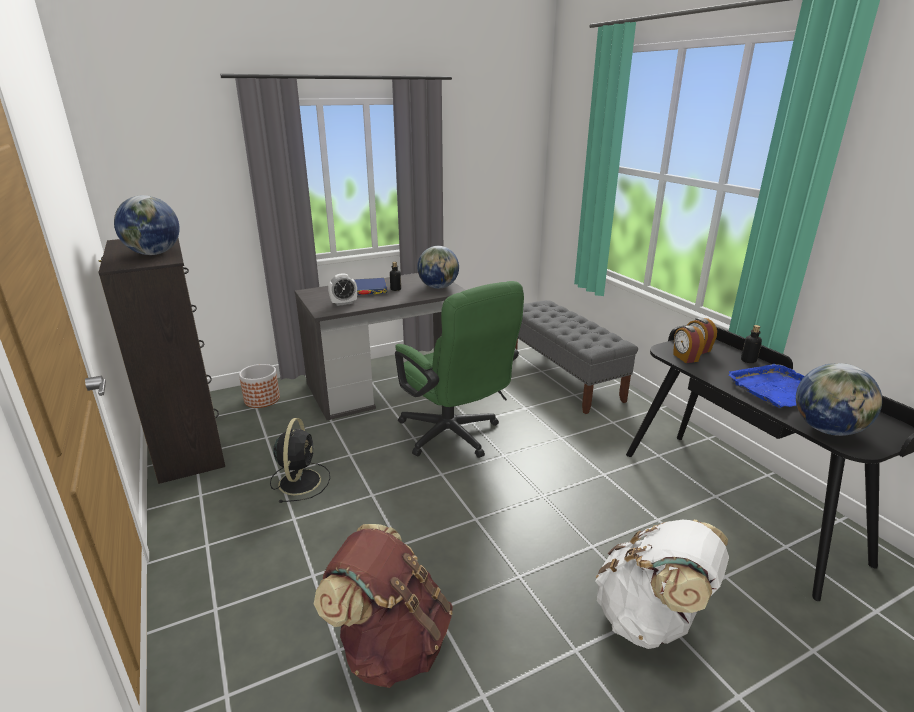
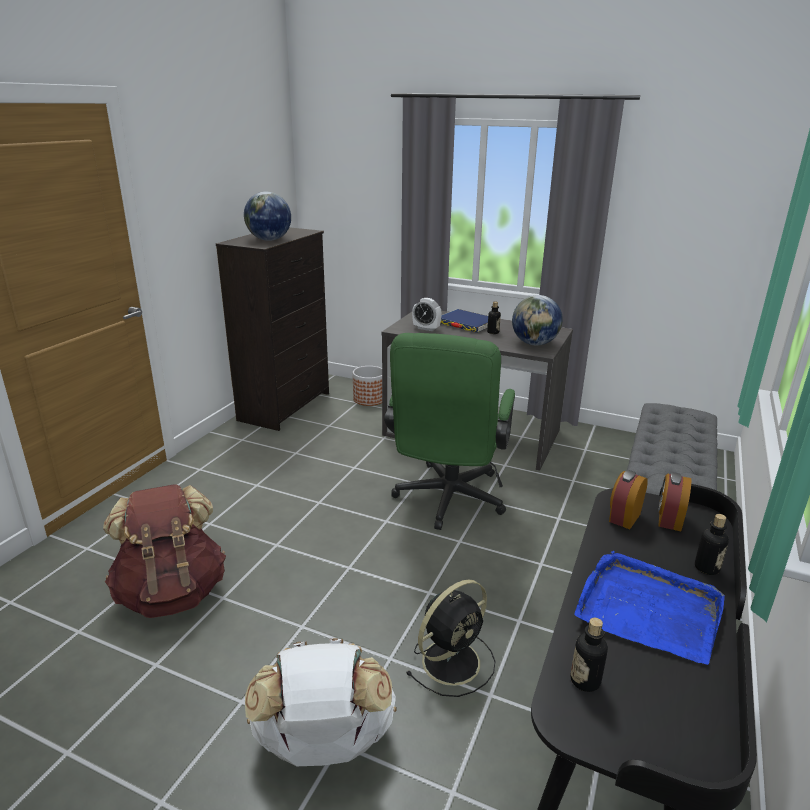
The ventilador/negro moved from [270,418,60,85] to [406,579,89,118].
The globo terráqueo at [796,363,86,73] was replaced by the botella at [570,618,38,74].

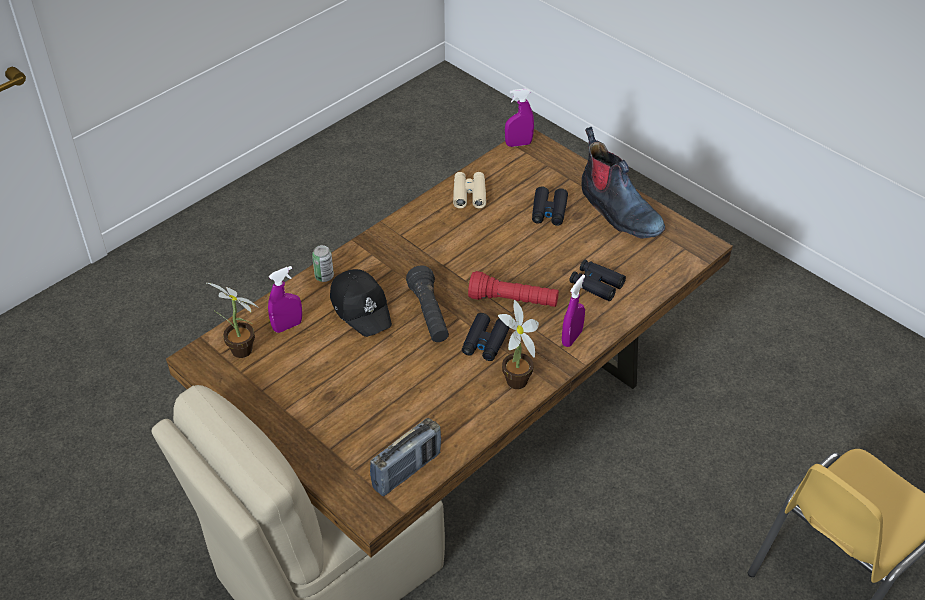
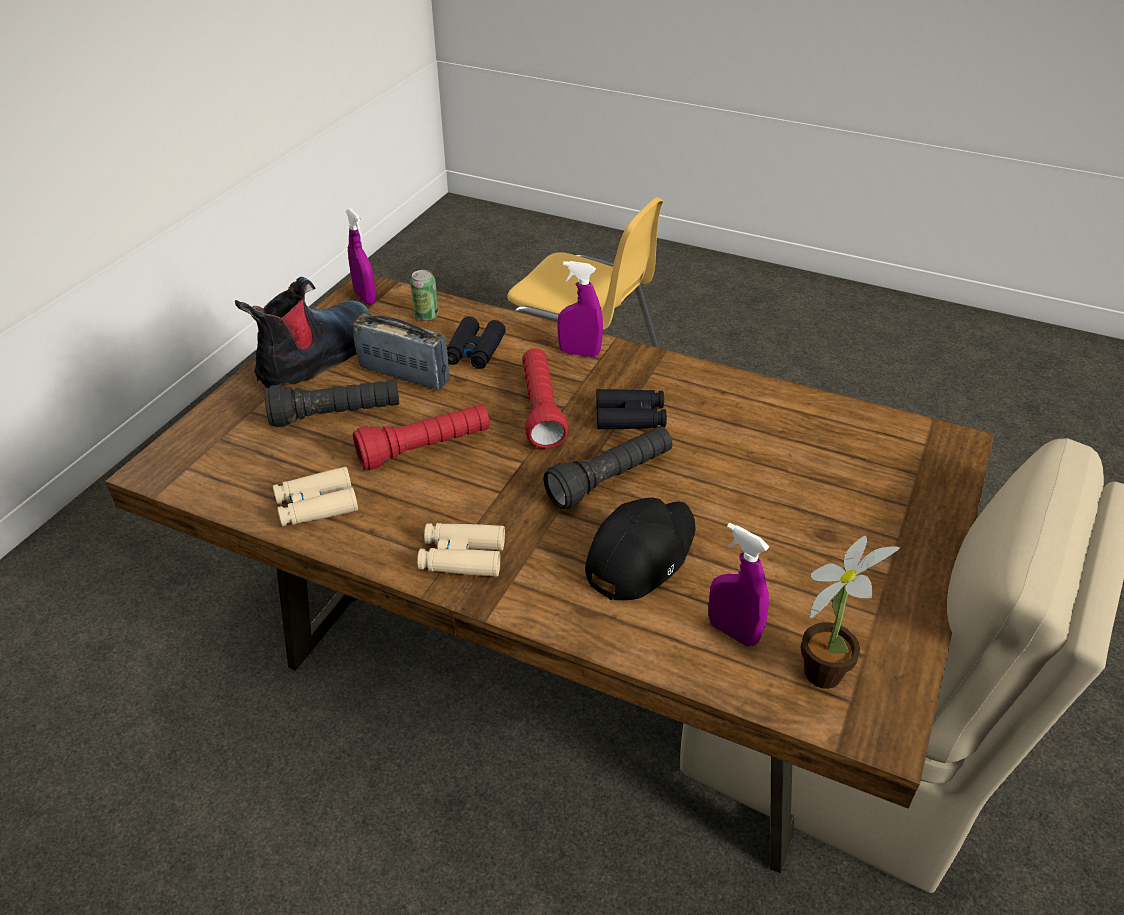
The planta en maceta at [498,300,41,89] disappeared.
The linterna/rojo at [353,404,137,66] appeared.
The prismáticos/beis at [417,523,88,54] appeared.
The lata moved from [312,245,22,37] to [410,270,28,51].
The radio moved from [370,418,71,78] to [353,313,96,77].
The pulverizador/morado moved from [505,88,29,59] to [346,208,30,96].
The prismáticos/negro at [532,186,36,40] was replaced by the linterna/negro at [265,380,134,47].

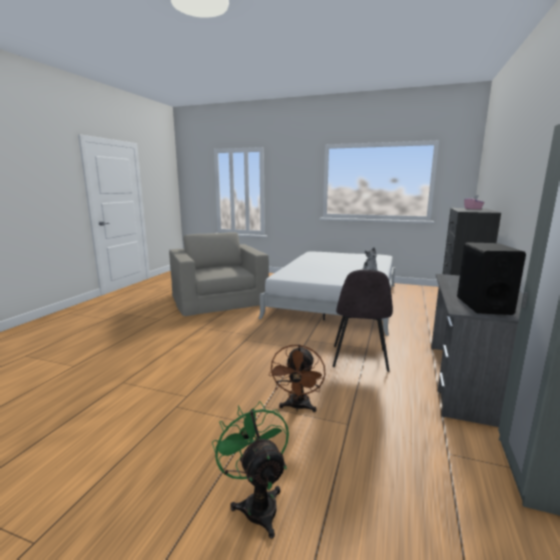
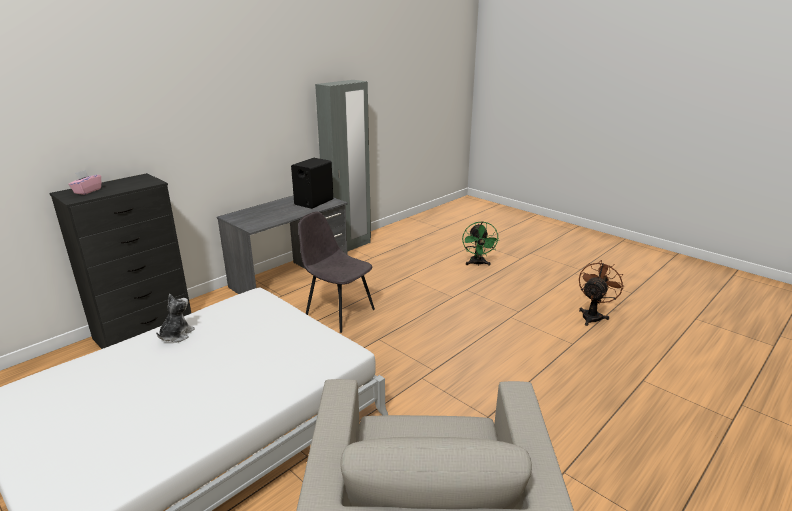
The ventilador/marrón moved from [269,344,57,68] to [579,260,45,66].
The silla/gris at [333,270,60,102] turned 90 degrees counterclockwise.

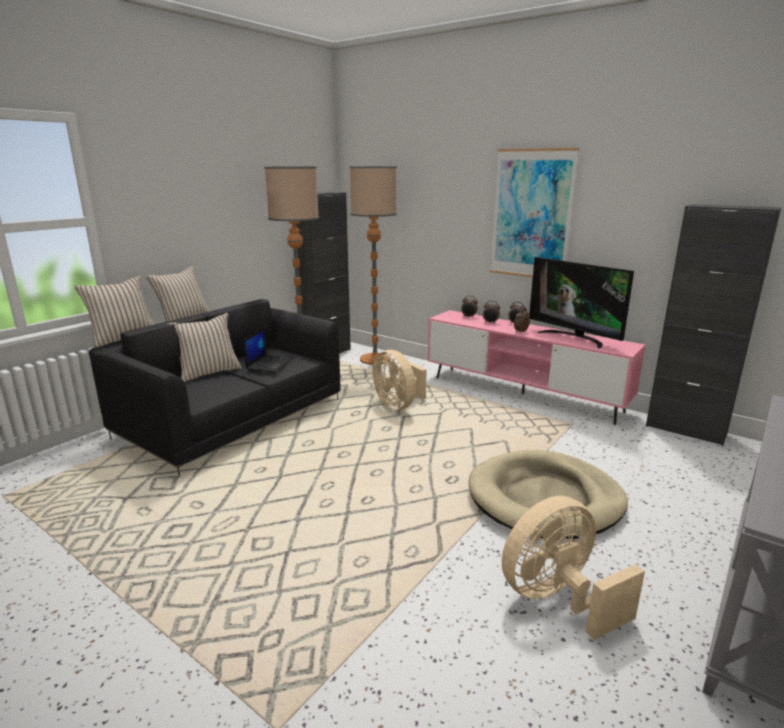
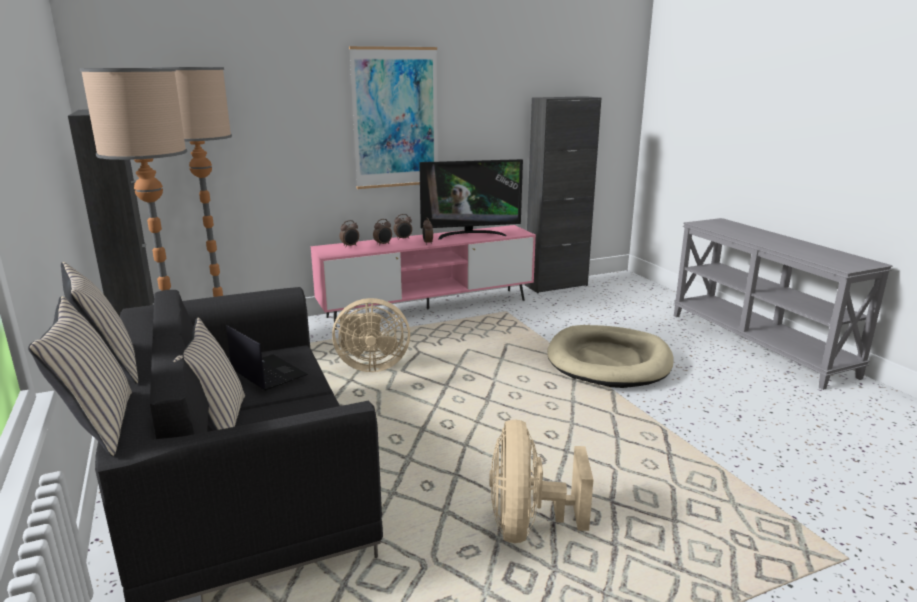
The ventilador/beis moved from [502,496,143,144] to [489,419,105,124].

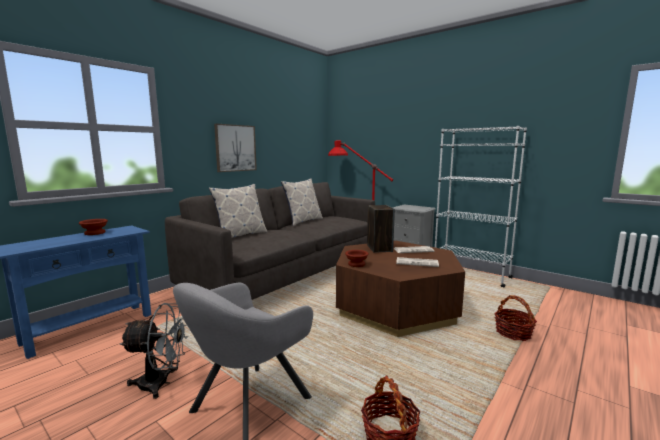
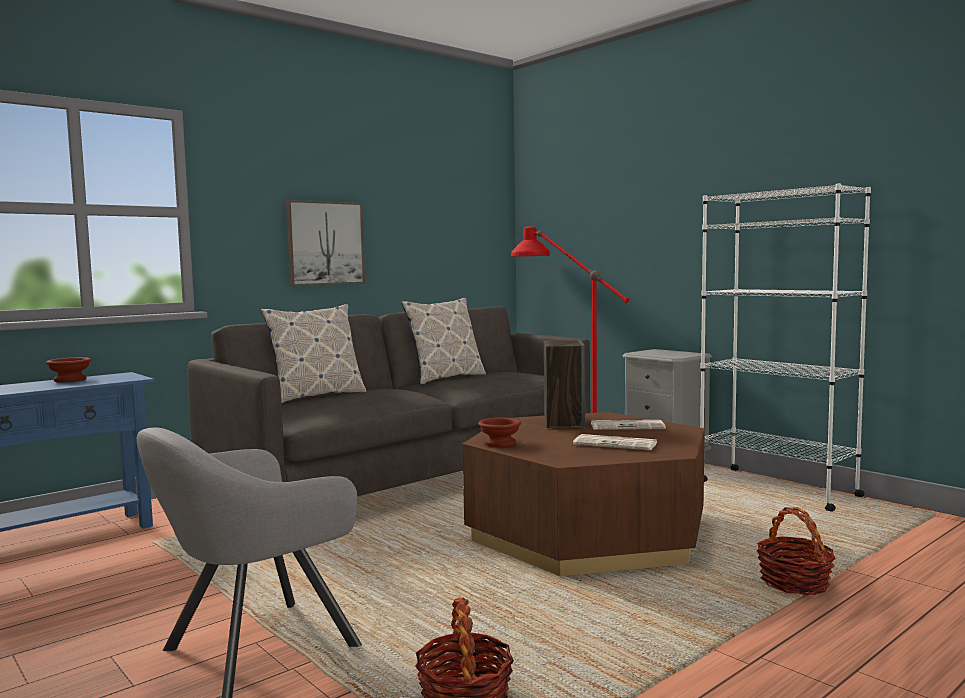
The ventilador/gris at [120,303,69,96] disappeared.

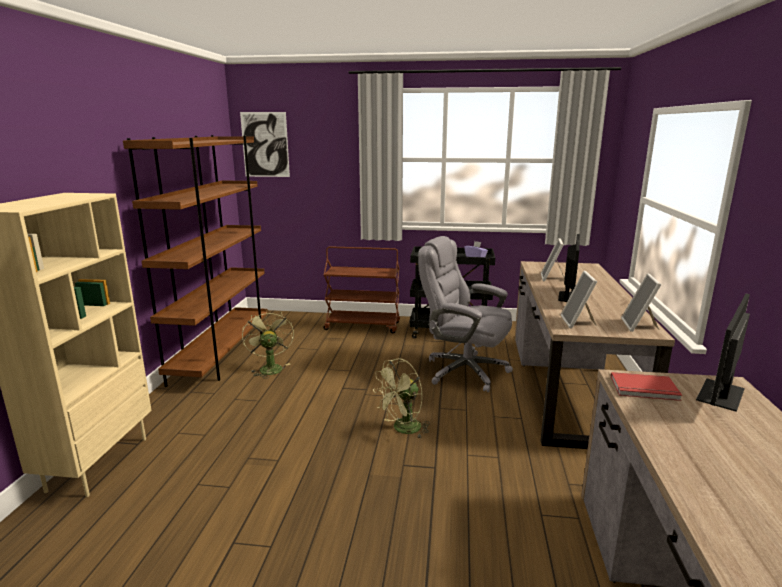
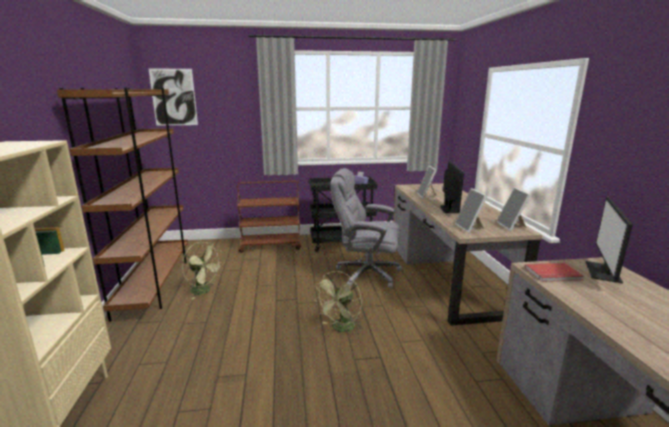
The ventilador/verde at [242,309,52,70] turned 150 degrees clockwise.

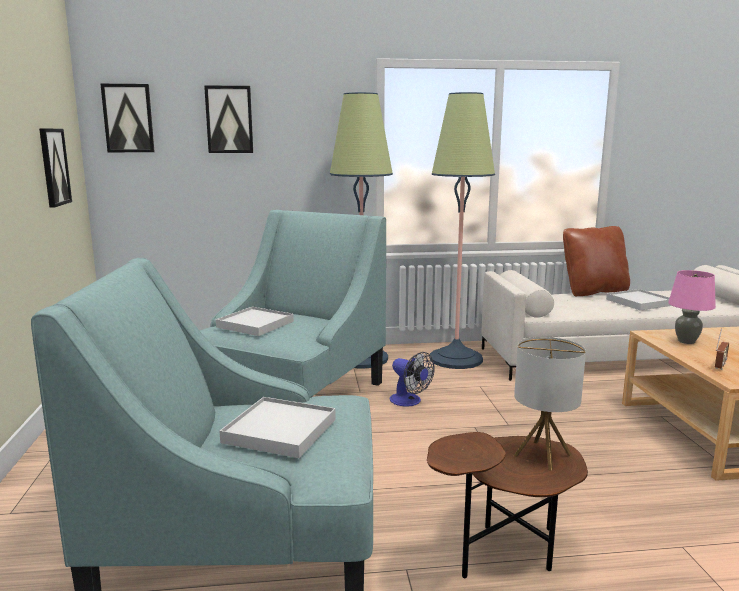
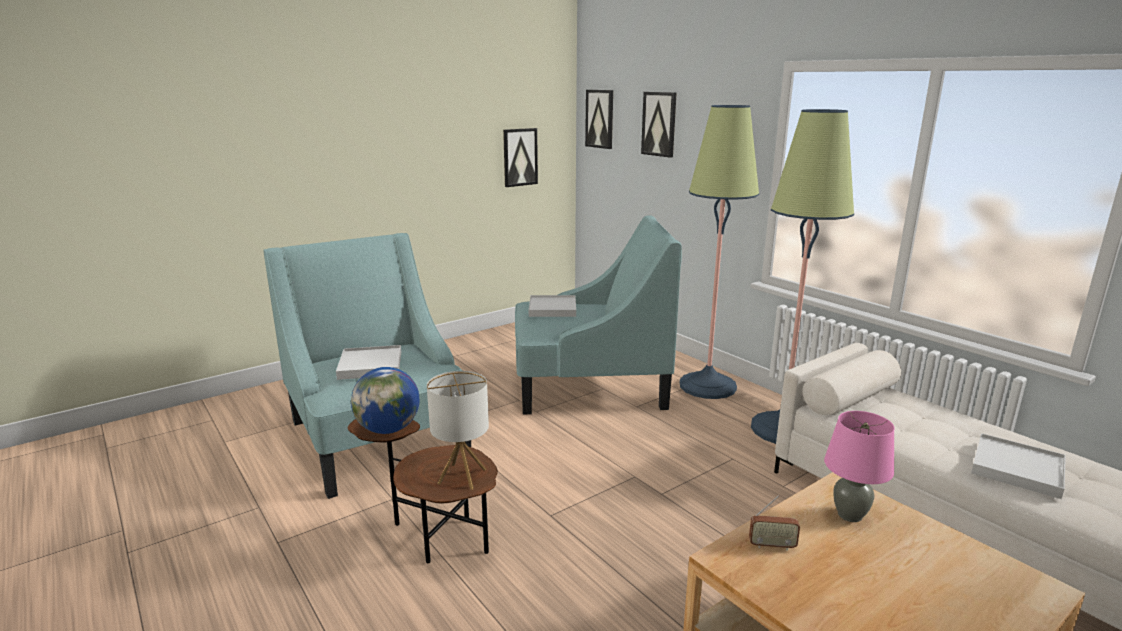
The ventilador at [389,352,45,54] disappeared.
The cojín/marrón at [563,226,67,70] disappeared.
The globo terráqueo at [351,367,68,67] appeared.

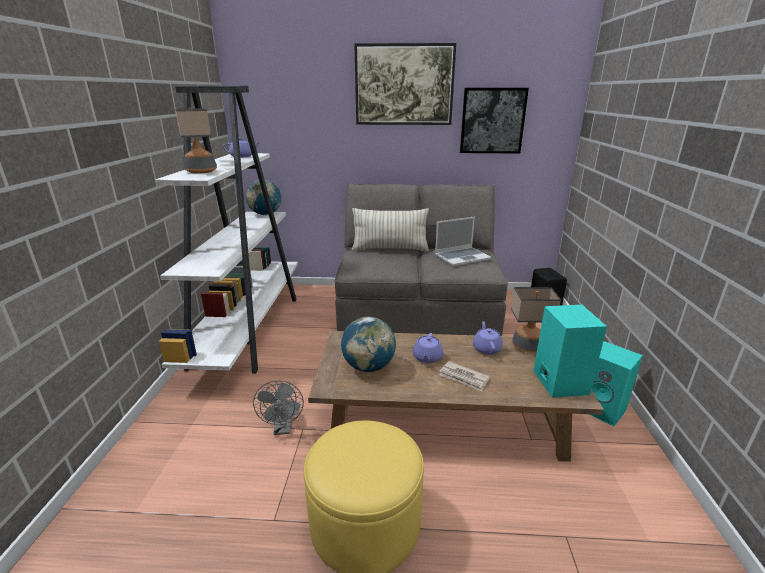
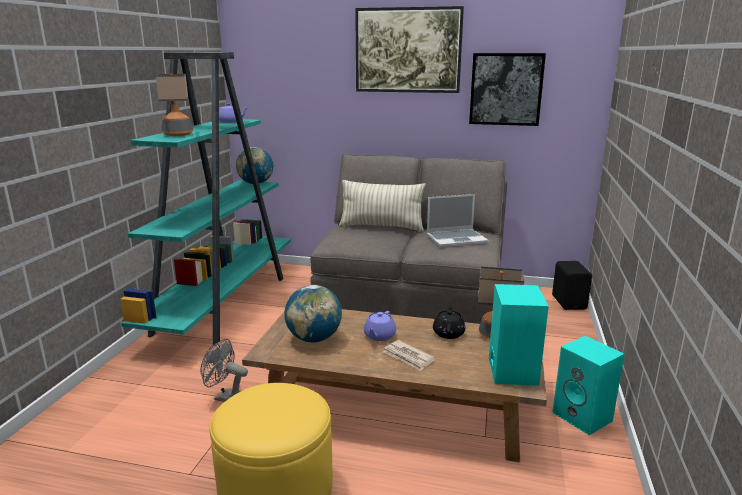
The estantería/blanco at [155,86,143,288] became the estantería/turquesa at [120,52,171,293].
The tetera/morado at [473,321,30,34] became the tetera/negro at [433,304,32,35].
The ventilador/gris at [253,380,51,55] turned 105 degrees clockwise.

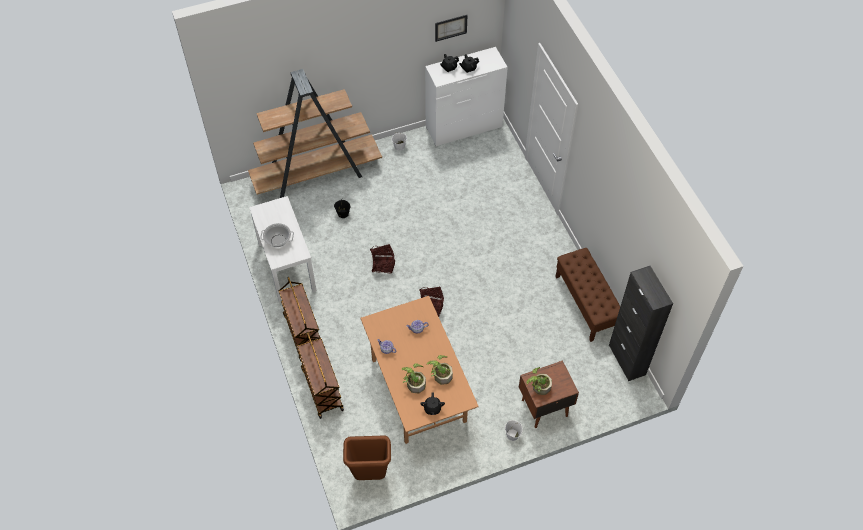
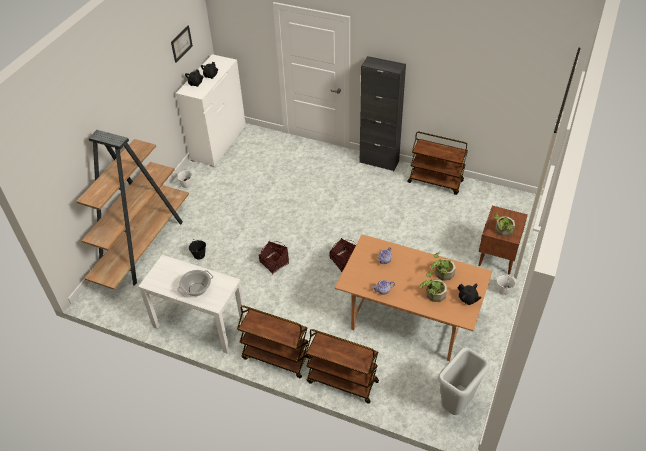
The armario/negro moved from [609,266,64,115] to [360,56,46,115].
The banco/marrón at [555,248,65,94] was replaced by the carrito/marrón at [407,131,61,64].
The papelera/marrón at [343,436,48,44] became the papelera/gris at [438,347,52,68].

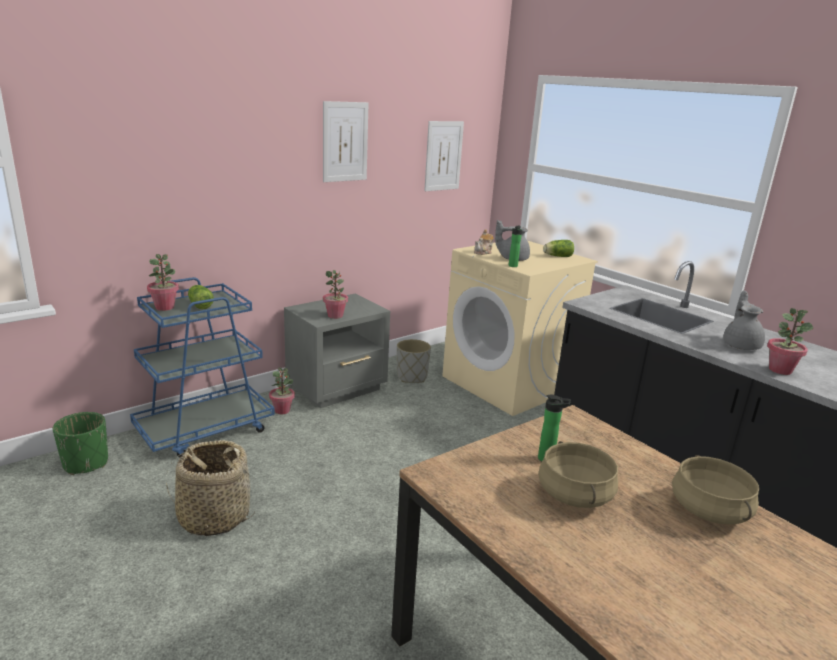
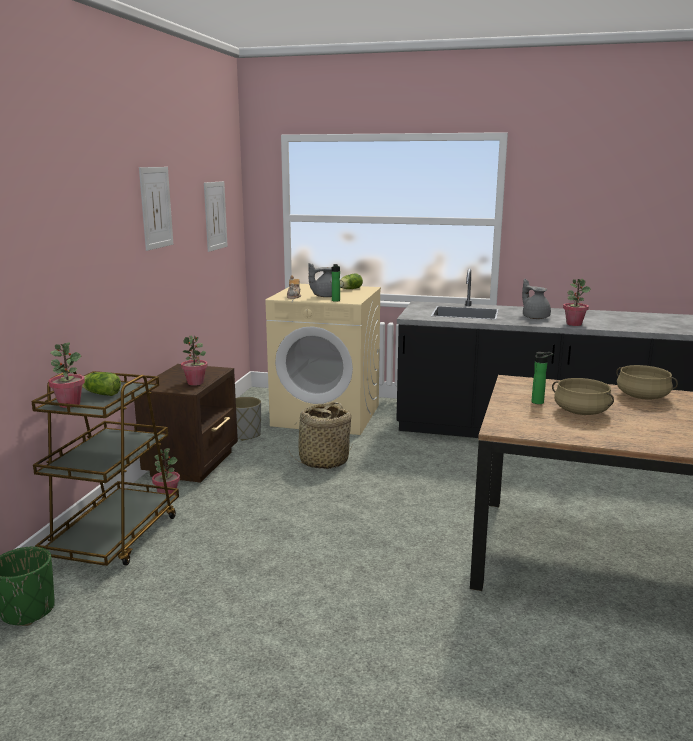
The cesta moved from [166,440,89,97] to [289,402,64,67].
The carrito/azul at [130,277,145,181] became the carrito/marrón at [31,370,148,196].
The mesita de noche/gris at [284,293,106,115] became the mesita de noche/marrón at [134,364,104,119].

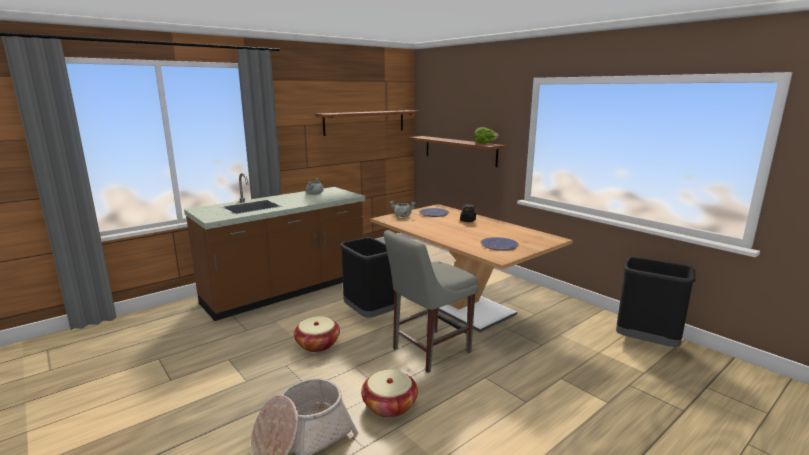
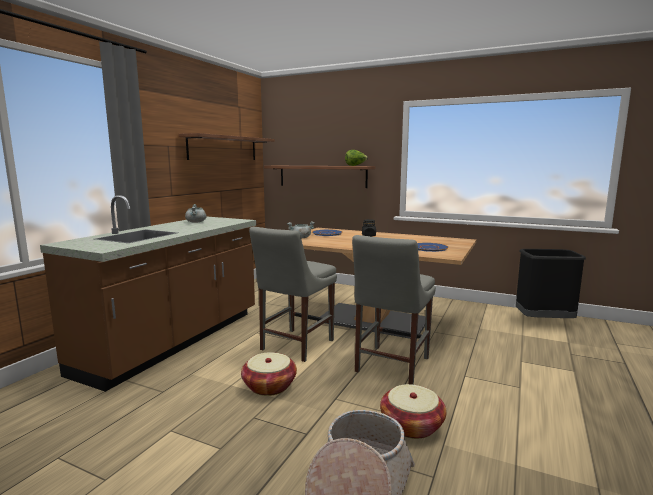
The papelera/negro at [340,237,54,81] was replaced by the silla/gris at [249,227,88,135].

